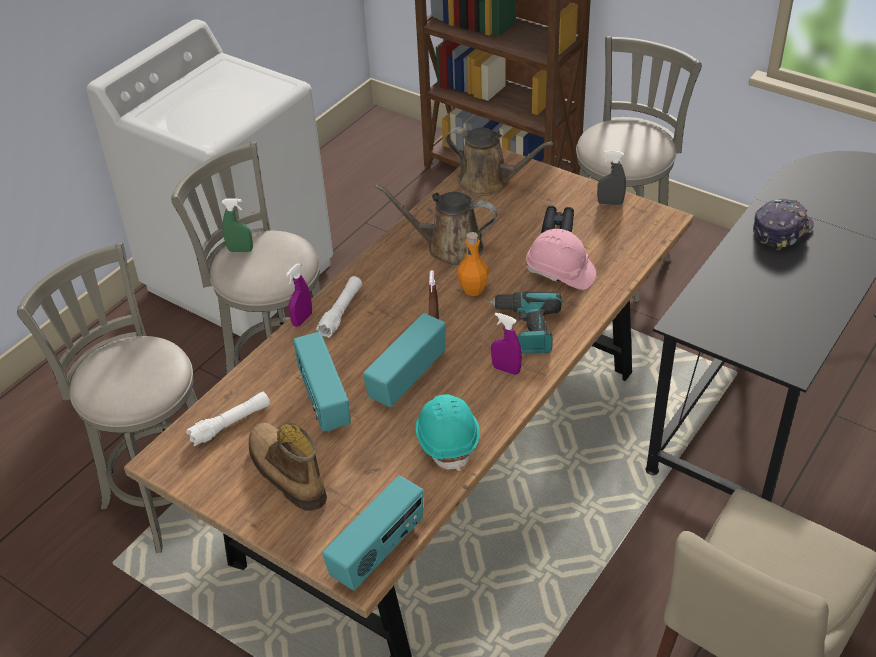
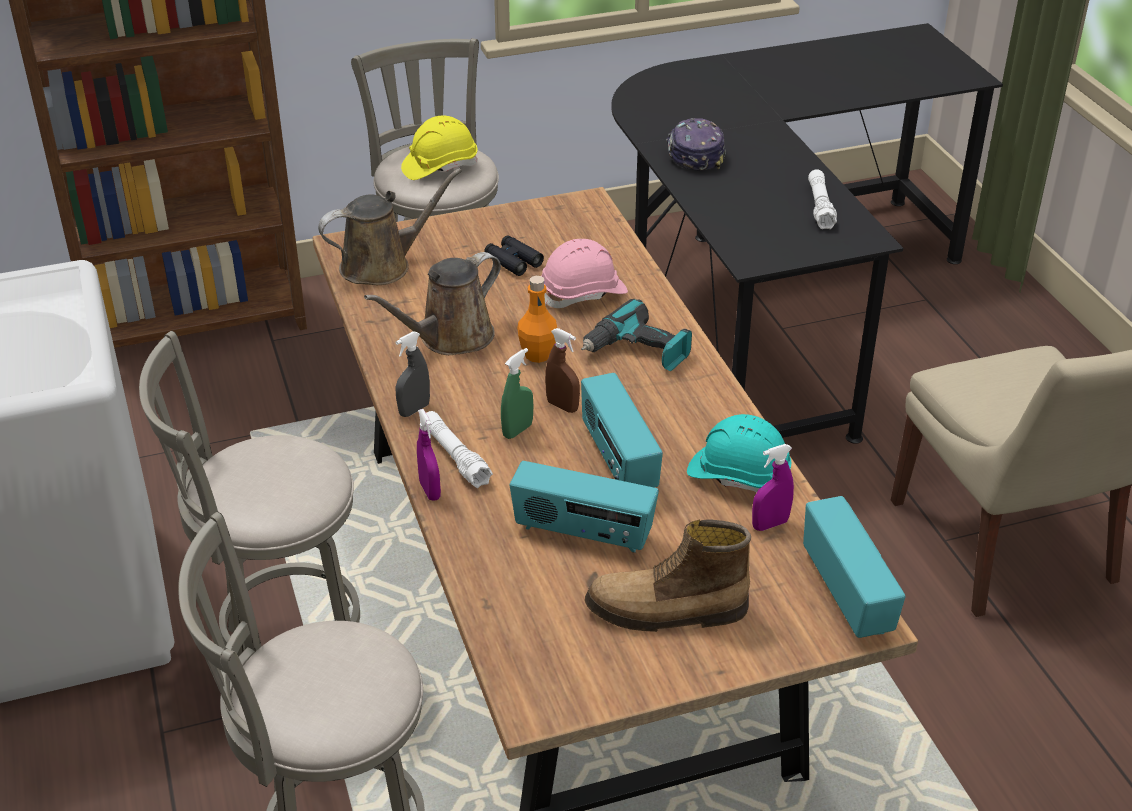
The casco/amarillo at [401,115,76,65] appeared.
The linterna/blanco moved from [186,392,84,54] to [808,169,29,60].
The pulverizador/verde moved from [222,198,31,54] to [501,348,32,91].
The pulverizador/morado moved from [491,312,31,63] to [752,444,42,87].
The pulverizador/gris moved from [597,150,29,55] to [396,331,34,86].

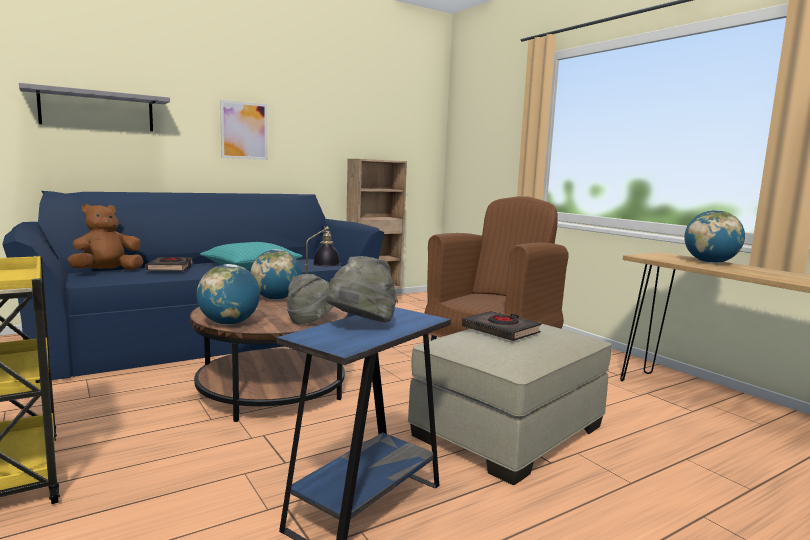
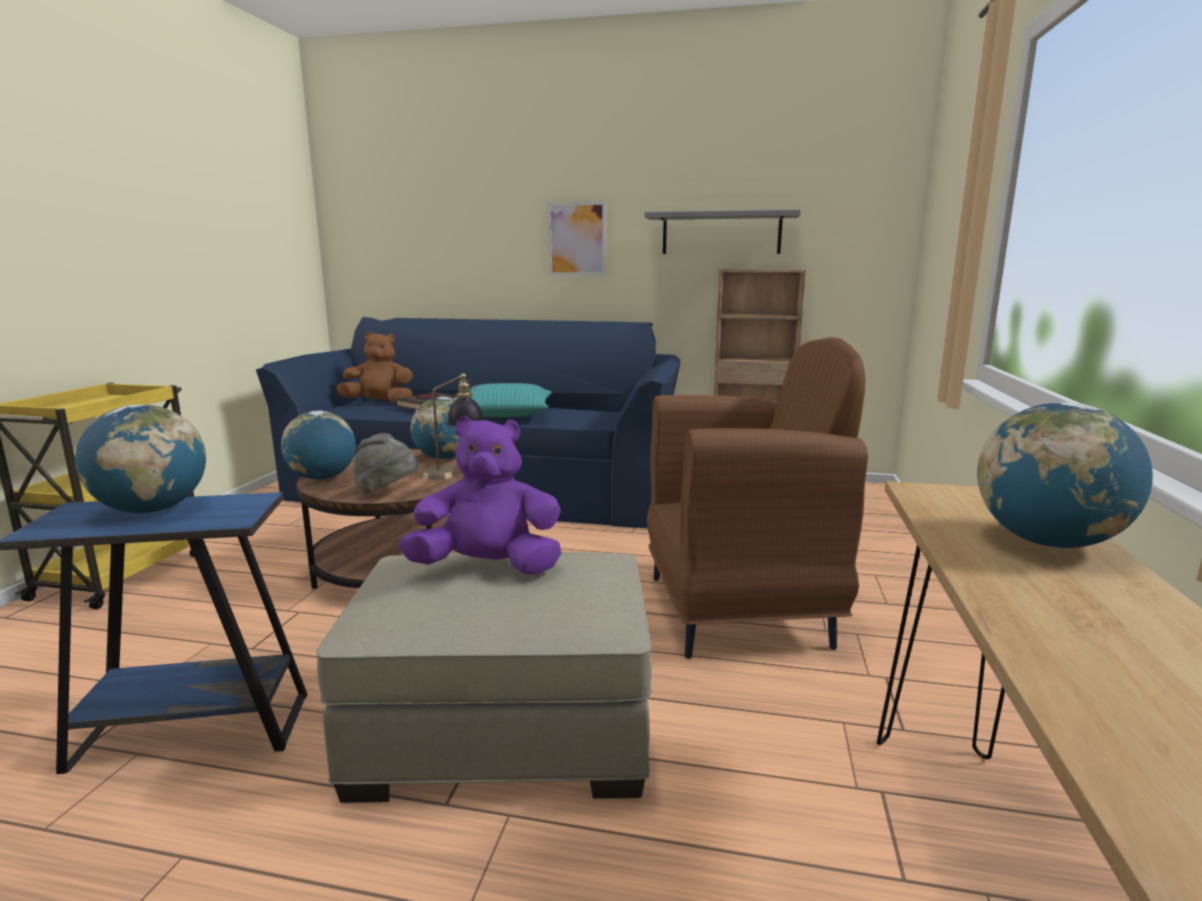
The estante/gris moved from [19,83,151,49] to [644,210,157,44].
The sombrero/gris at [326,256,70,66] was replaced by the globo terráqueo at [75,404,131,109].
The libro/negro at [462,311,79,30] was replaced by the peluche/morado at [399,416,162,159].

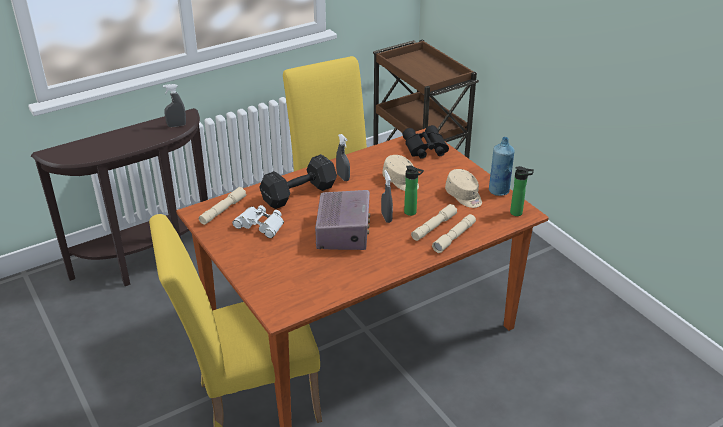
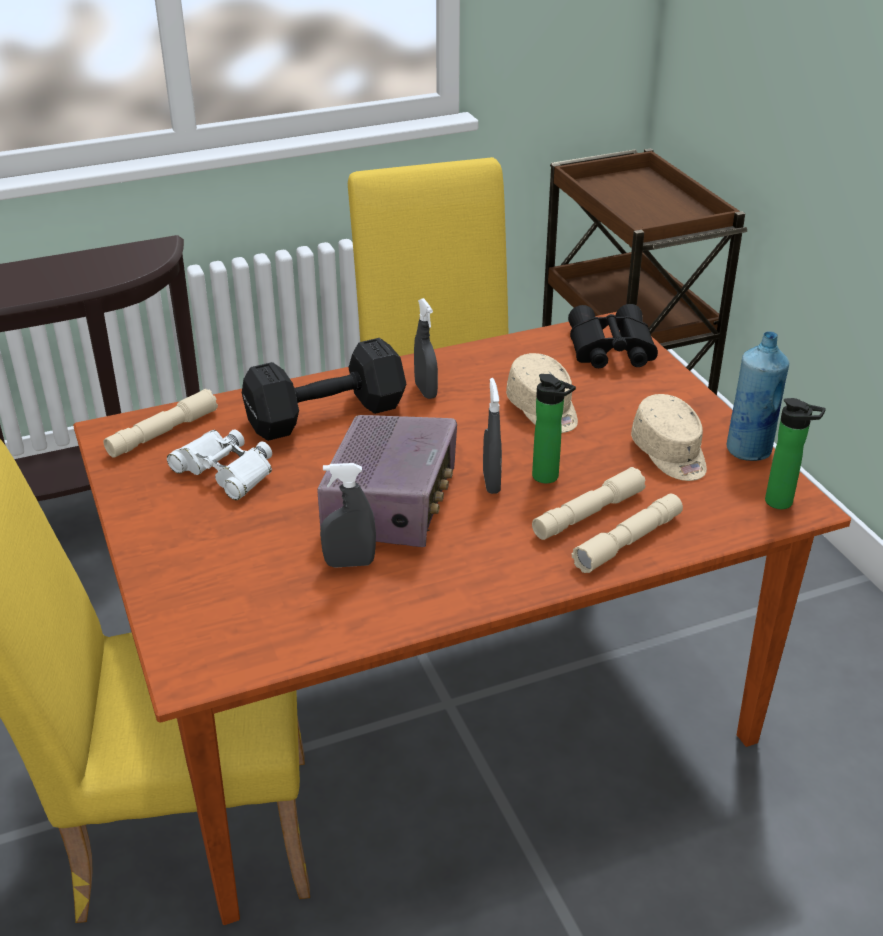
The pulverizador/gris moved from [163,84,23,43] to [320,463,56,105].

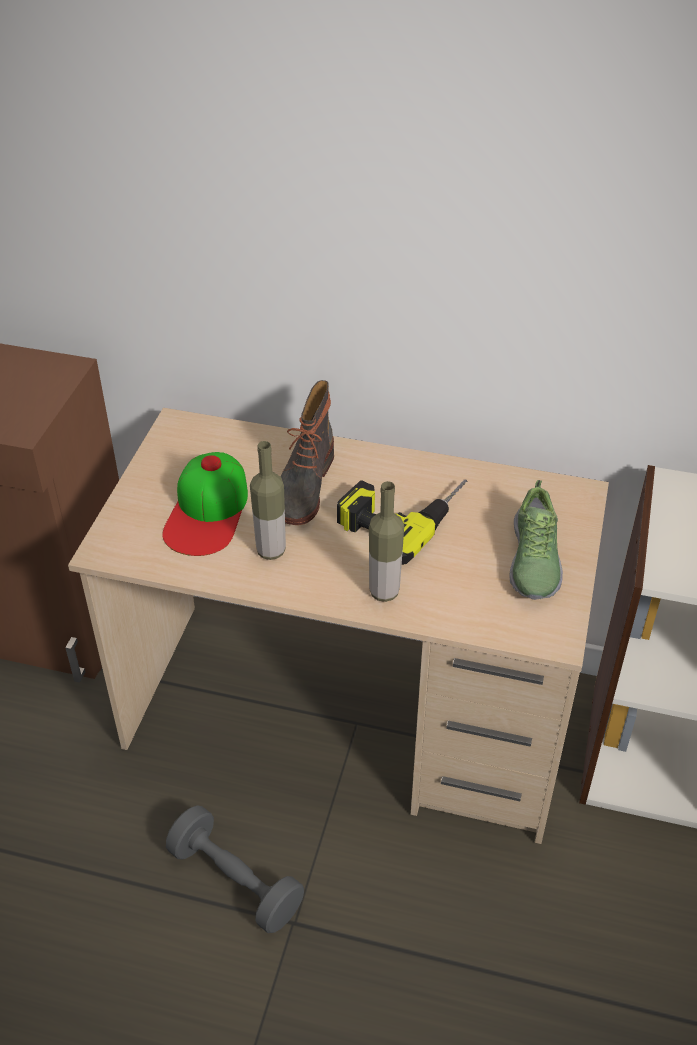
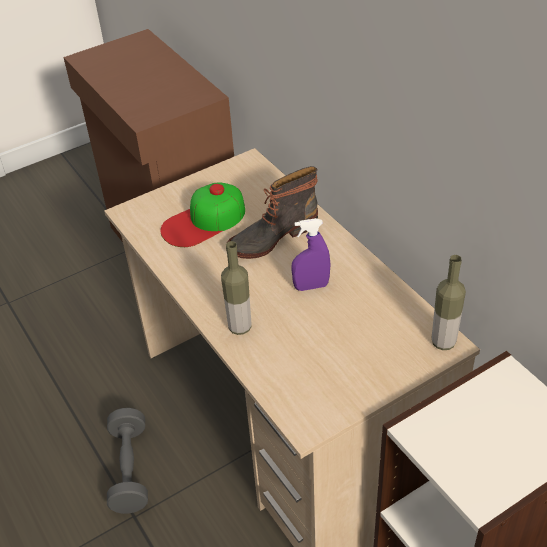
The zapato at [509,480,54,120] disappeared.
The botella moved from [250,441,36,119] to [432,255,34,95].
The taladro at [337,479,131,86] was replaced by the pulverizador/morado at [291,218,40,73].

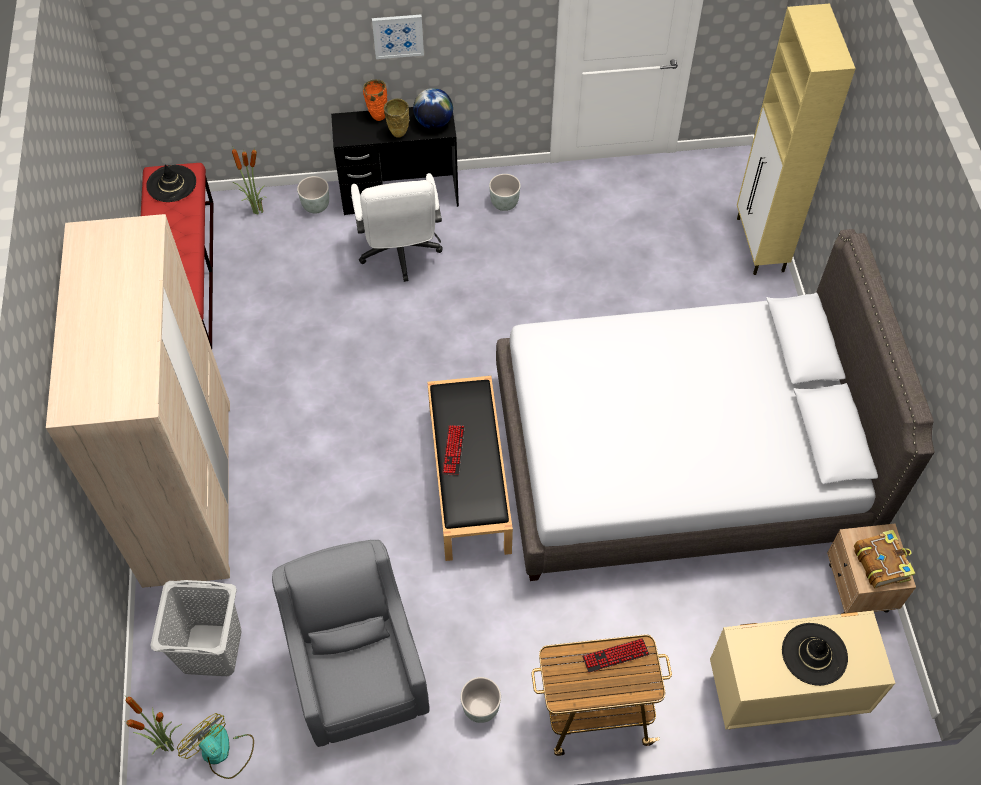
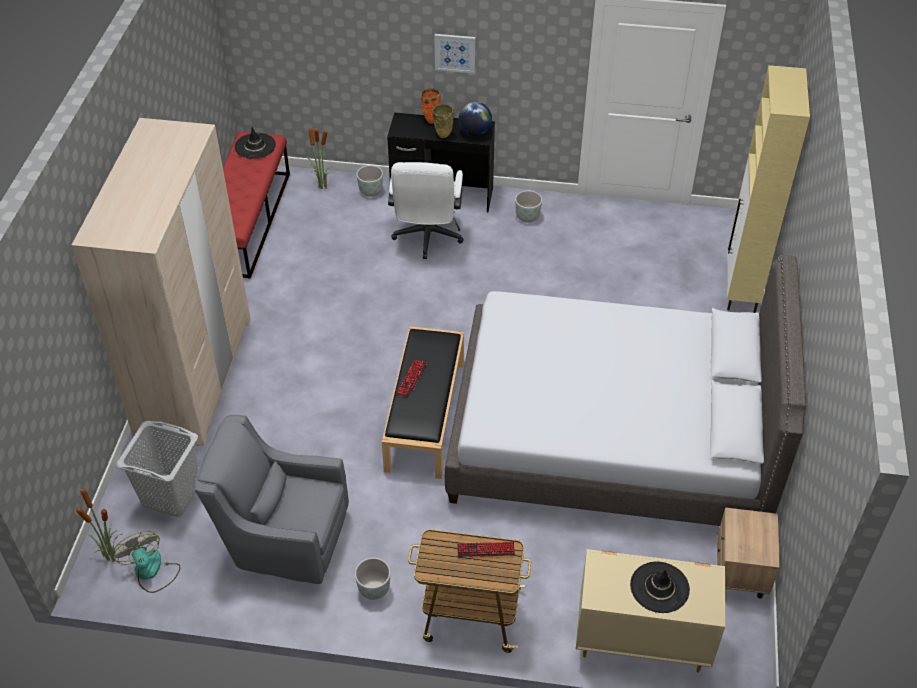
The libro at [854,530,61,59] disappeared.
The sillón/gris at [272,540,157,207] turned 75 degrees counterclockwise.

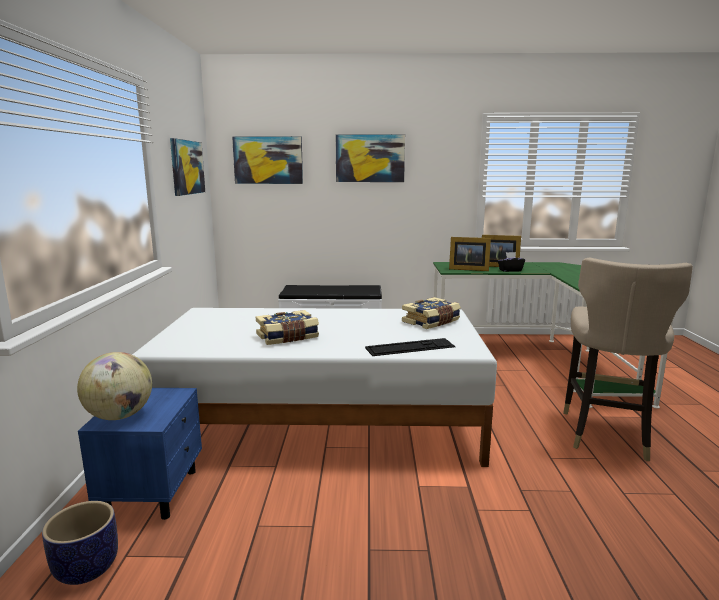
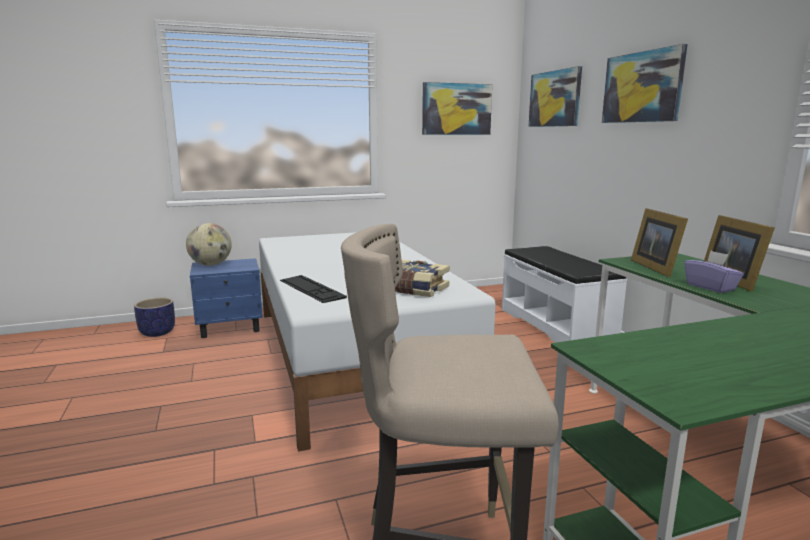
The libro at [256,310,63,35] disappeared.
The caja de pañuelos/negro at [498,252,27,20] became the caja de pañuelos/morado at [684,251,60,42].

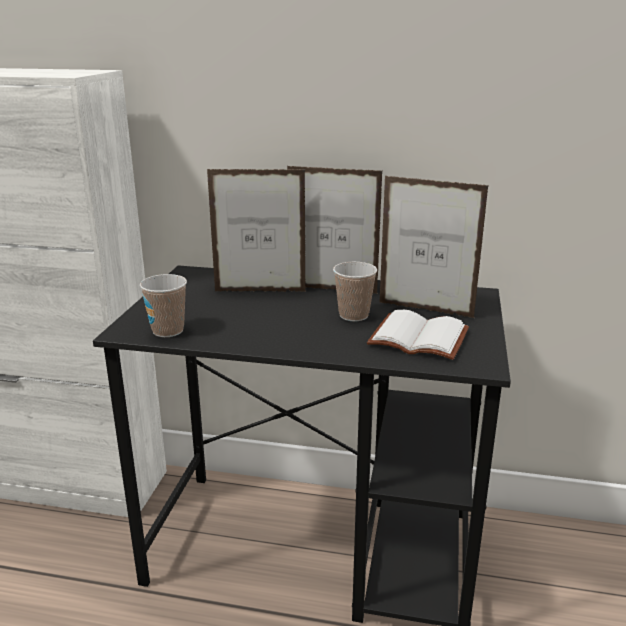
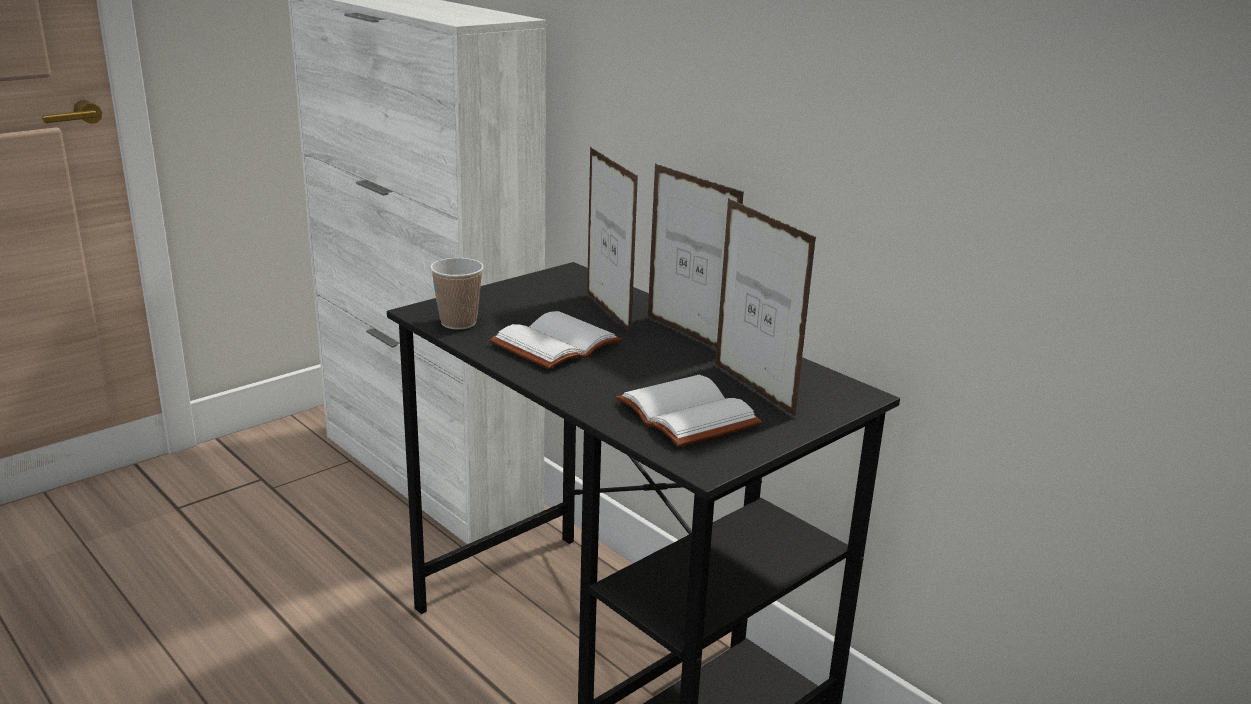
The taza at [333,262,44,59] disappeared.
The libro/blanco at [490,311,132,58] appeared.
The portarretratos at [207,169,99,123] turned 150 degrees counterclockwise.

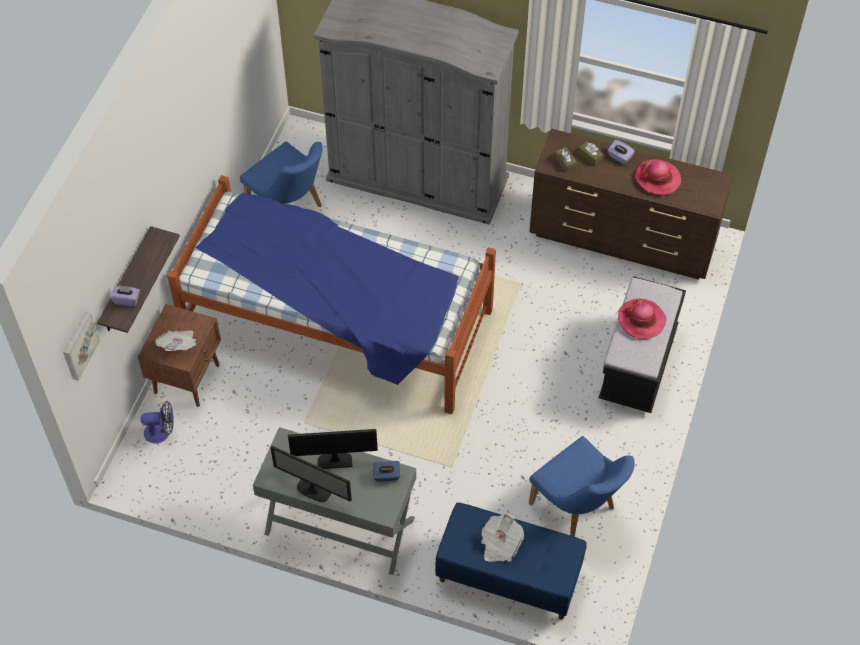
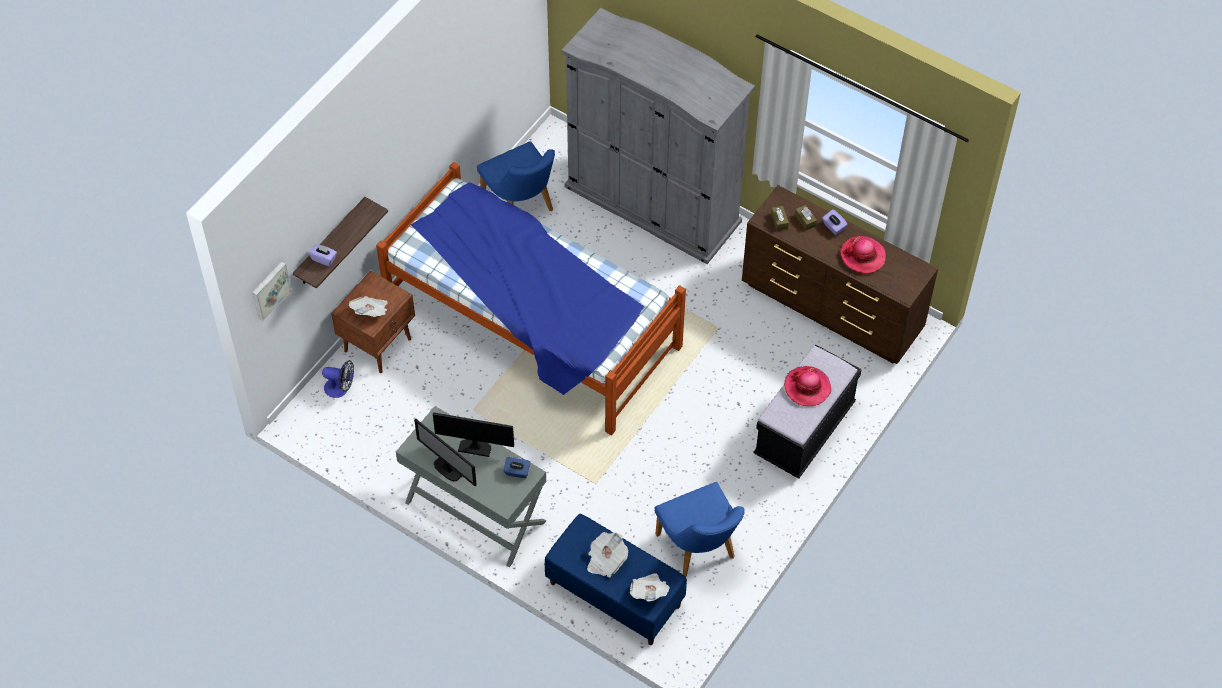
The periódico at [630,573,40,29] appeared.

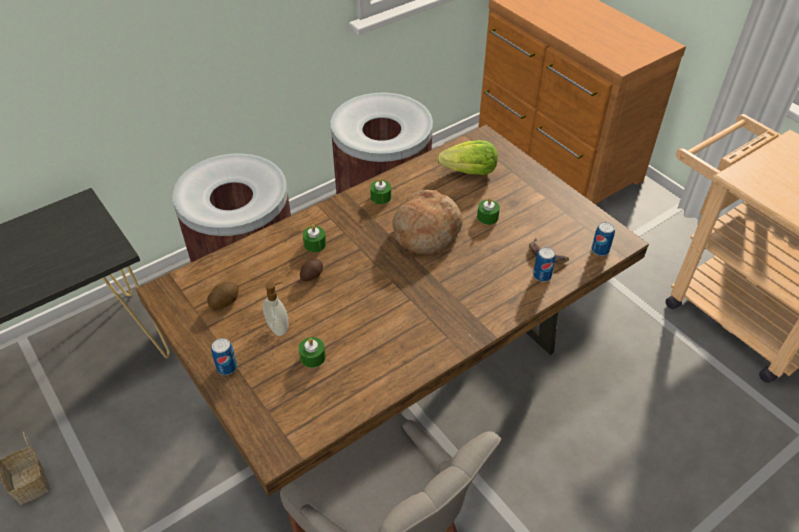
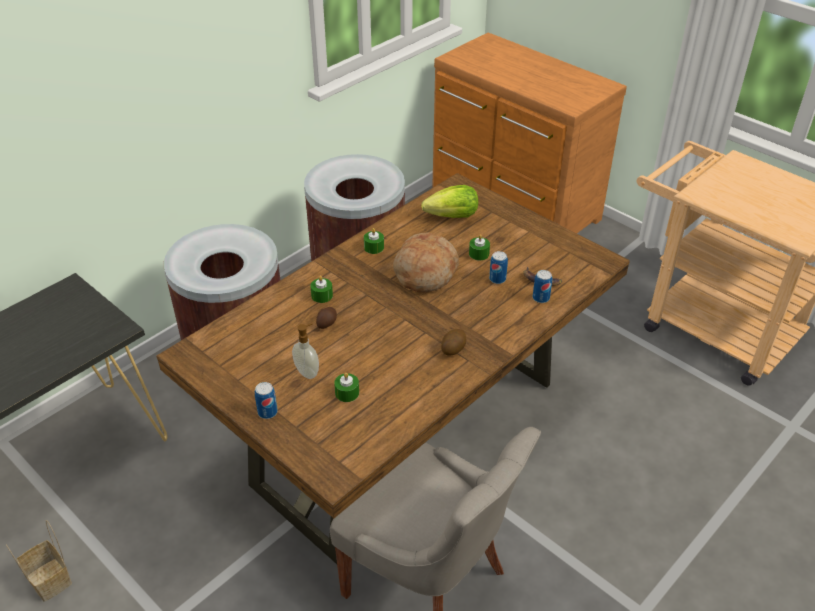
The patata moved from [207,282,32,27] to [441,329,25,27].
The lata moved from [591,222,24,34] to [489,251,19,33].

